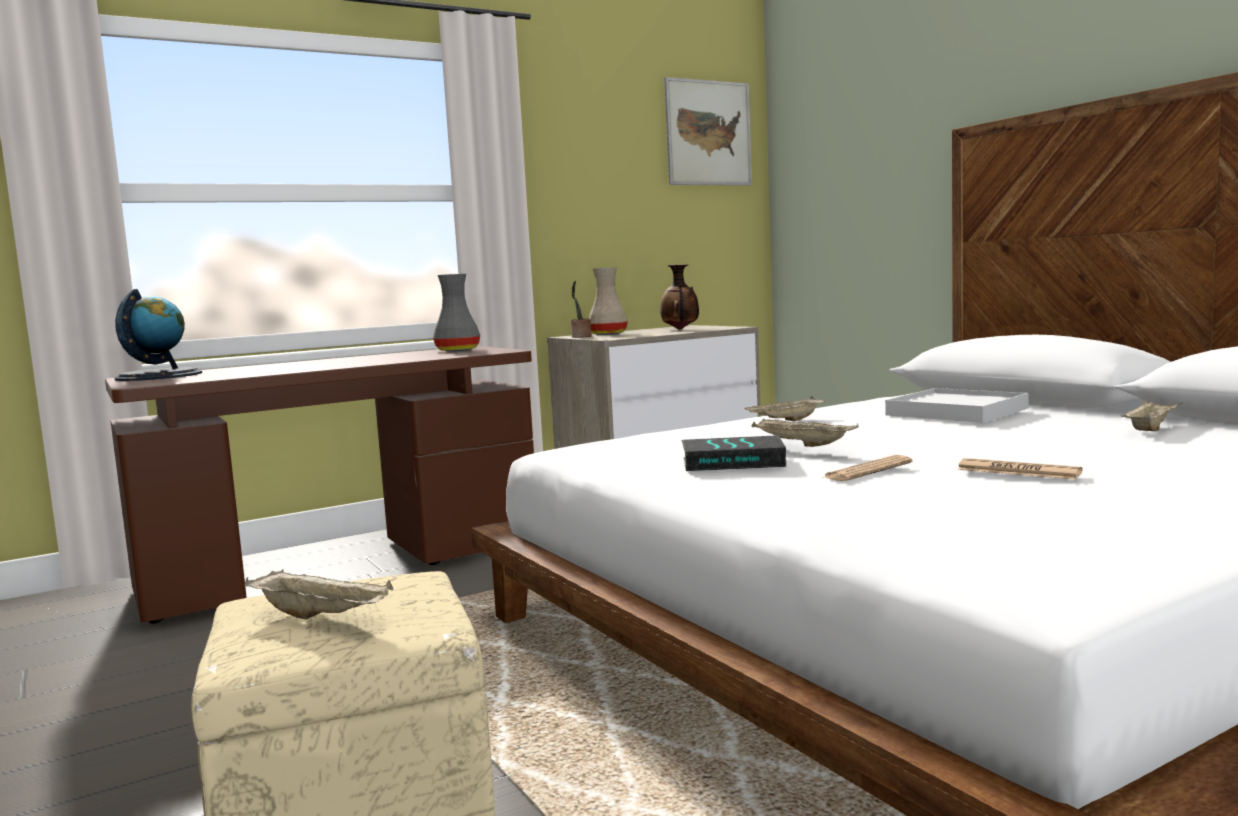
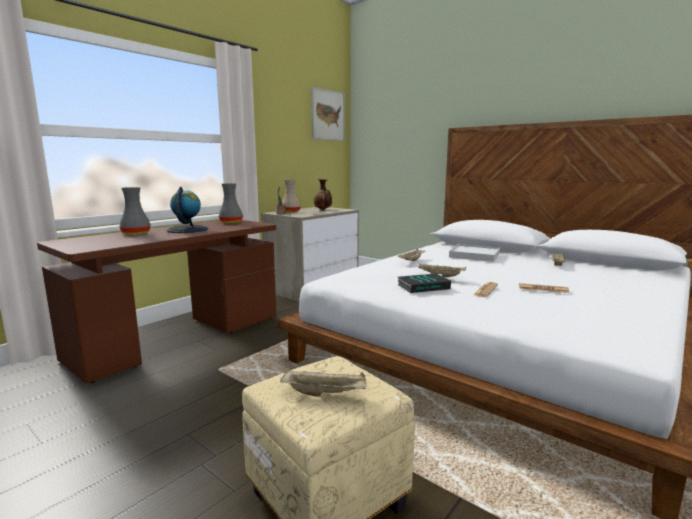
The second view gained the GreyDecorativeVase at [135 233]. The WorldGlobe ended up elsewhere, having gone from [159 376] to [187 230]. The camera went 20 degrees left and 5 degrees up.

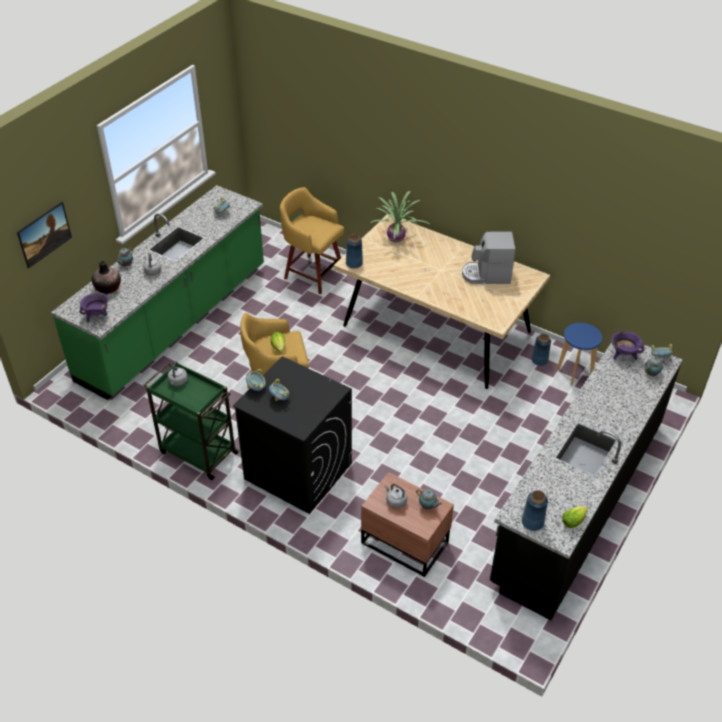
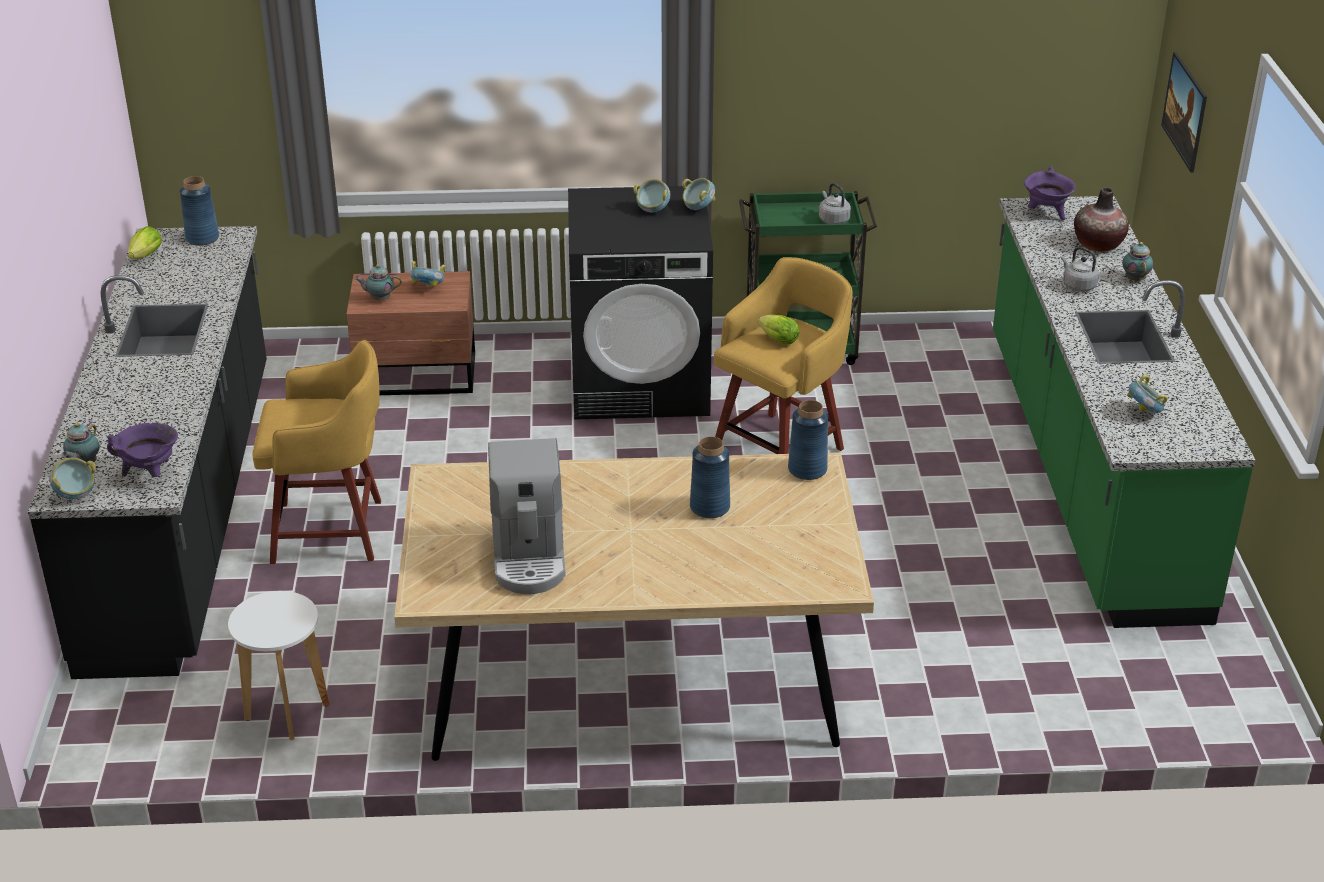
The second view lost the PlantInAPot at [397 239]. The YellowishStoolSeat ended up elsewhere, having gone from [312 273] to [332 532]. The BluishDecorativeVase ended up elsewhere, having gone from [539 360] to [710 507]. Where the GreyKettle stood at [395 501], the ServingBowl came to stand at [428 289]. What was the BluishStoolSeat at [574 373] turned into the WhiteStoolSeat at [287 712]. The CoffeeBrewer at [486 275] ended up facing another way, 120 degrees clockwise from before. The camera went 145 degrees right and 10 degrees down.

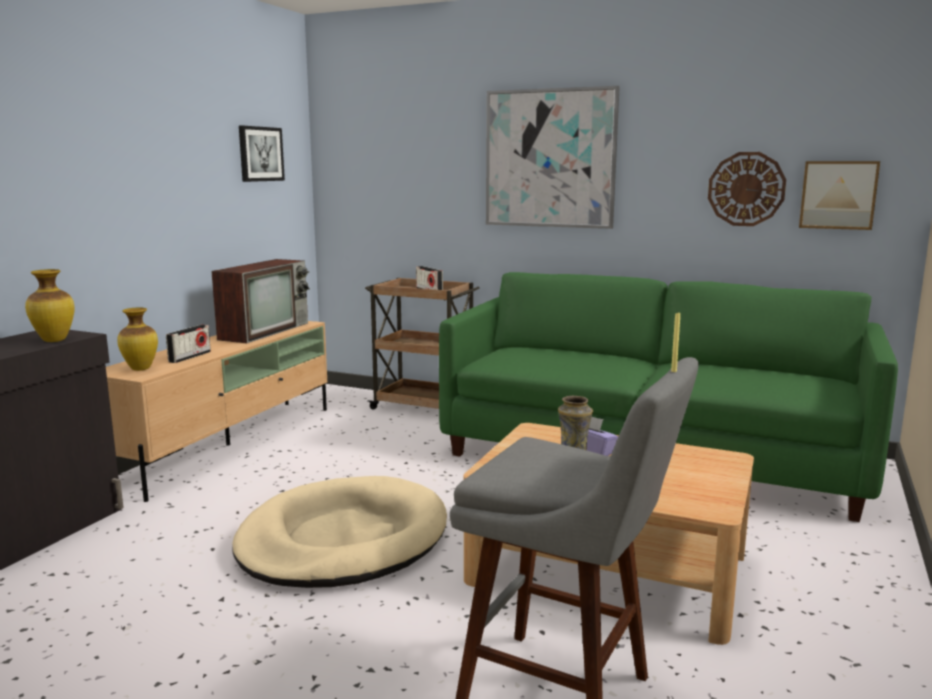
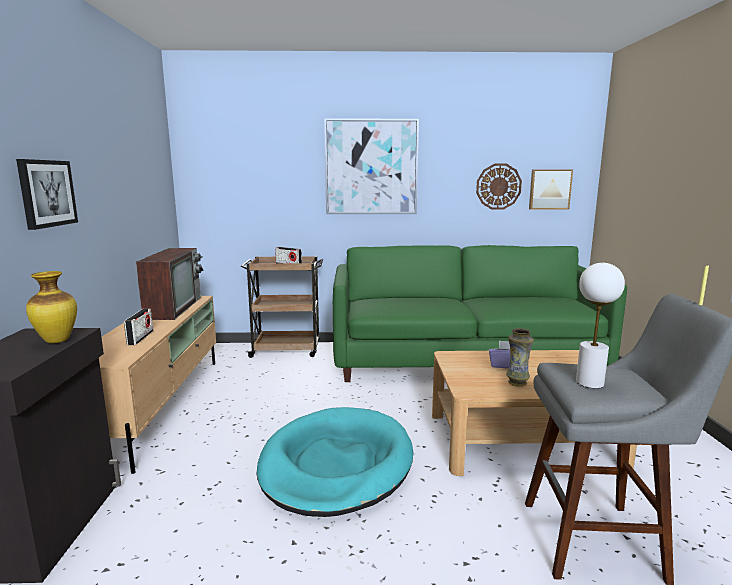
The second view lost the DecorativeVase at [141 369]. The second view gained the WhiteTableLamp at [589 382]. The WallPicture ended up elsewhere, having gone from [260 154] to [46 193]. What was the SandColouredPetBed at [343 540] turned into the TurquoiseColouredPetBed at [336 464]. The camera went 25 degrees left and 0 degrees up.

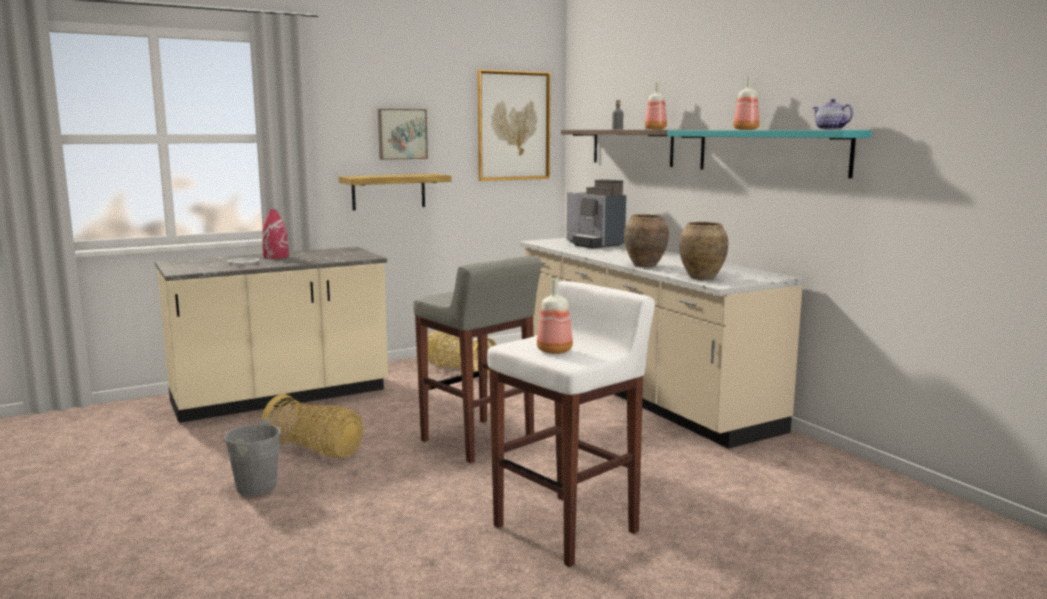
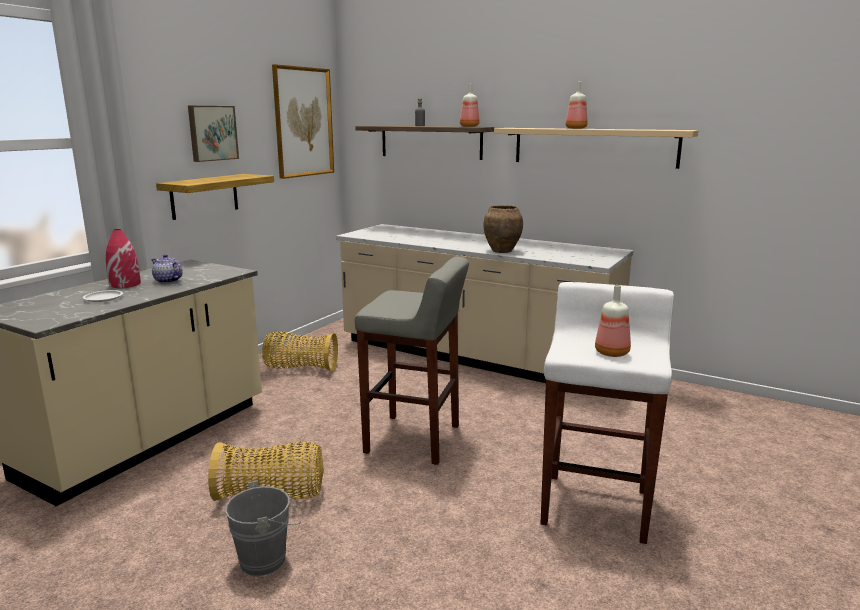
The second view lost the CoffeeBrewer at [594 244]. The second view lost the BrownDecorativeVase at [701 278]. The Teapot ended up elsewhere, having gone from [830 129] to [167 281]. What was the TurquoiseColouredShelf at [770 151] turned into the SandColouredShelf at [594 147]. The camera went 30 degrees left and 5 degrees up.

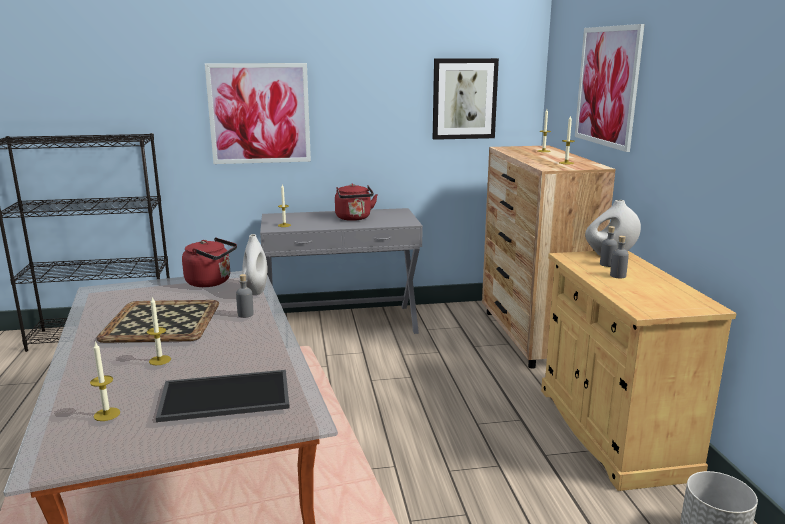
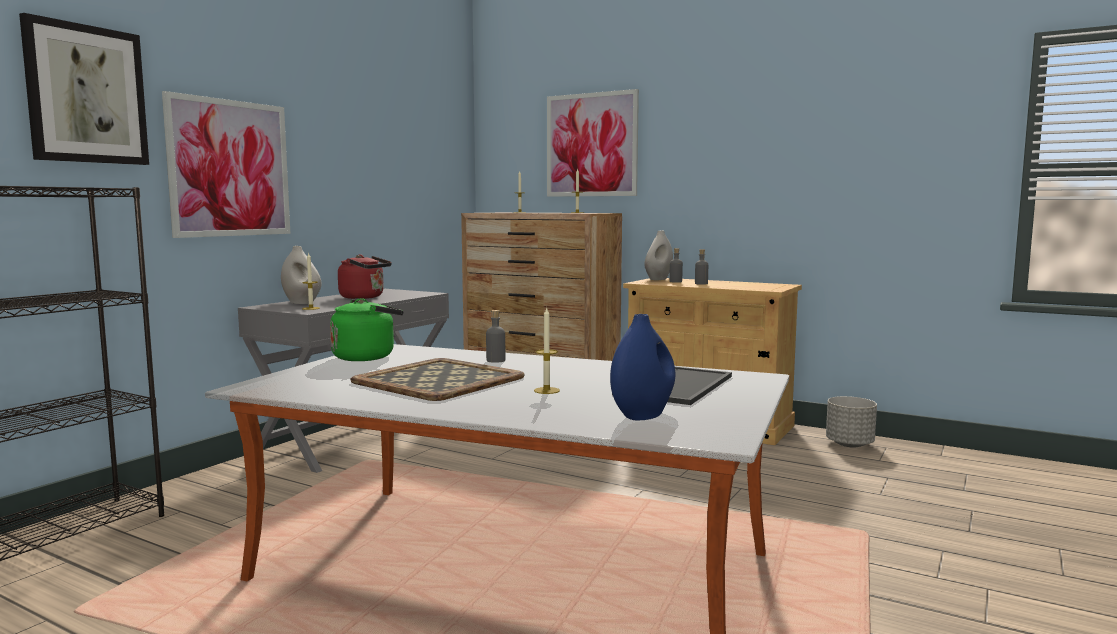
The WhiteDecorativeVase ended up elsewhere, having gone from [256 290] to [302 303]. The WallPicture ended up elsewhere, having gone from [464 99] to [86 94]. Where the WaxLight stood at [107 414], the BluishDecorativeVase came to stand at [643 415]. What was the ReddishKettle at [211 282] turned into the GreenColouredKettle at [367 357]. The camera went 50 degrees left and 10 degrees down.

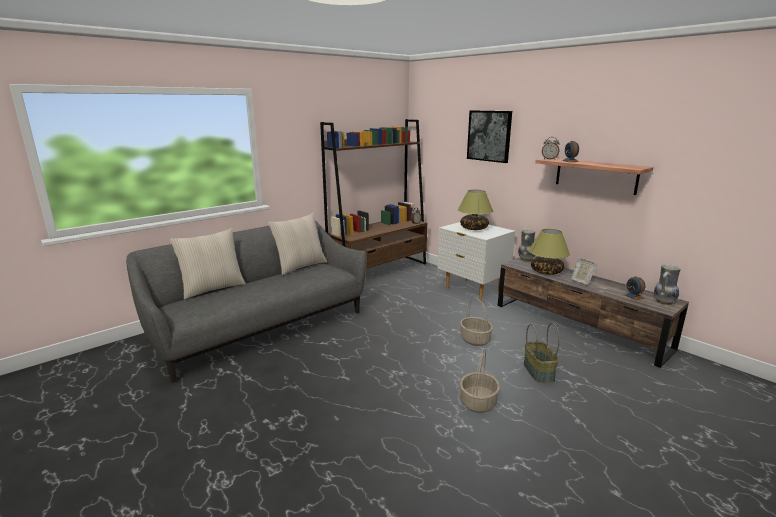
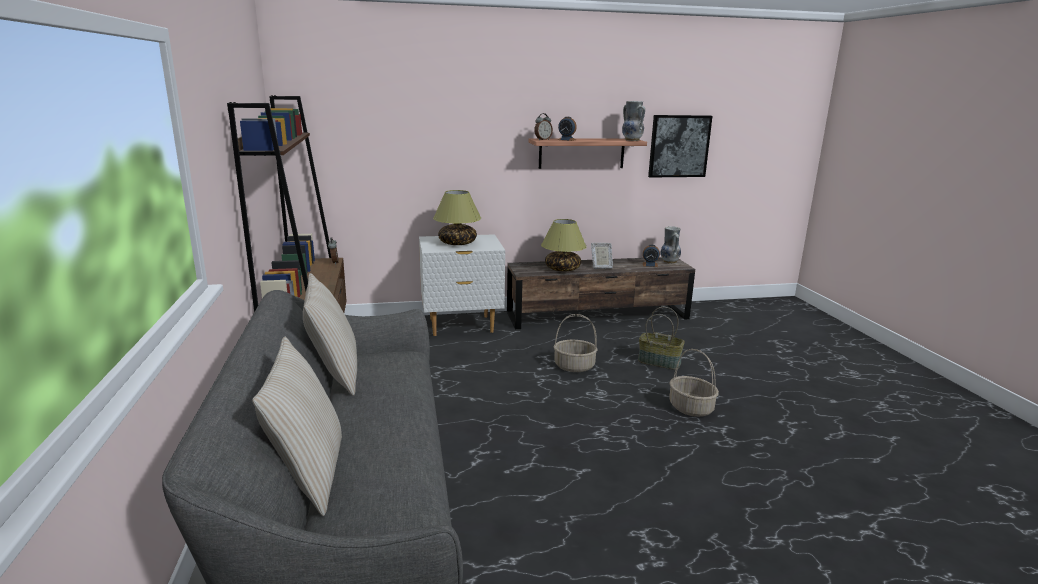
The WallPicture ended up elsewhere, having gone from [489 136] to [679 146]. The DecorativeVase ended up elsewhere, having gone from [525 259] to [631 140]. The camera went 60 degrees left and 0 degrees up.

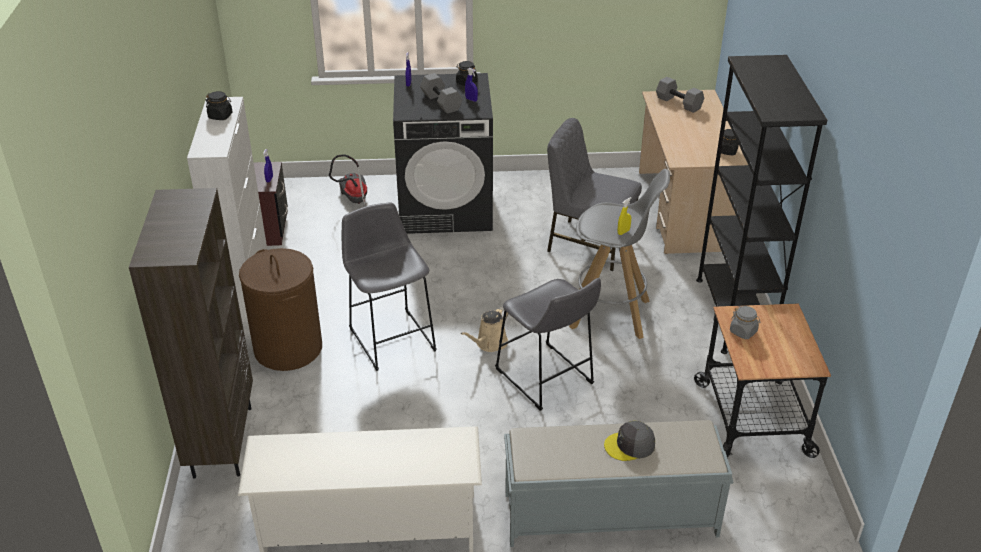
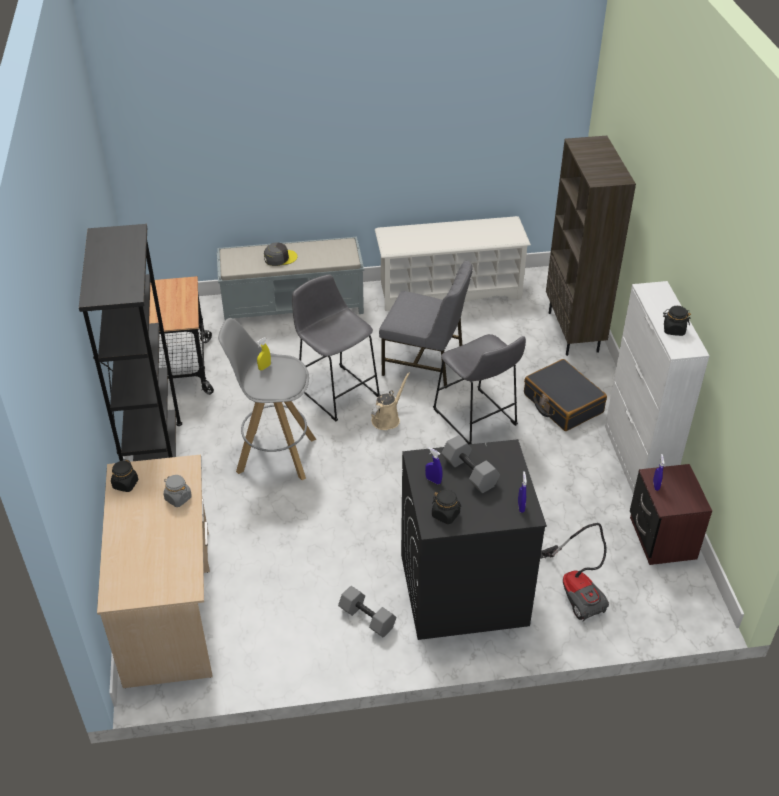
The GreyChair ended up elsewhere, having gone from [589 243] to [424 364]. The GreyHandWeight ended up elsewhere, having gone from [679 103] to [366 619]. The GreyPreserveJar ended up elsewhere, having gone from [743 332] to [178 498]. Where the BrownLaundryBasket stood at [287 348], the BlackishTravelCase came to stand at [562 403]. The camera went 175 degrees right and 5 degrees up.

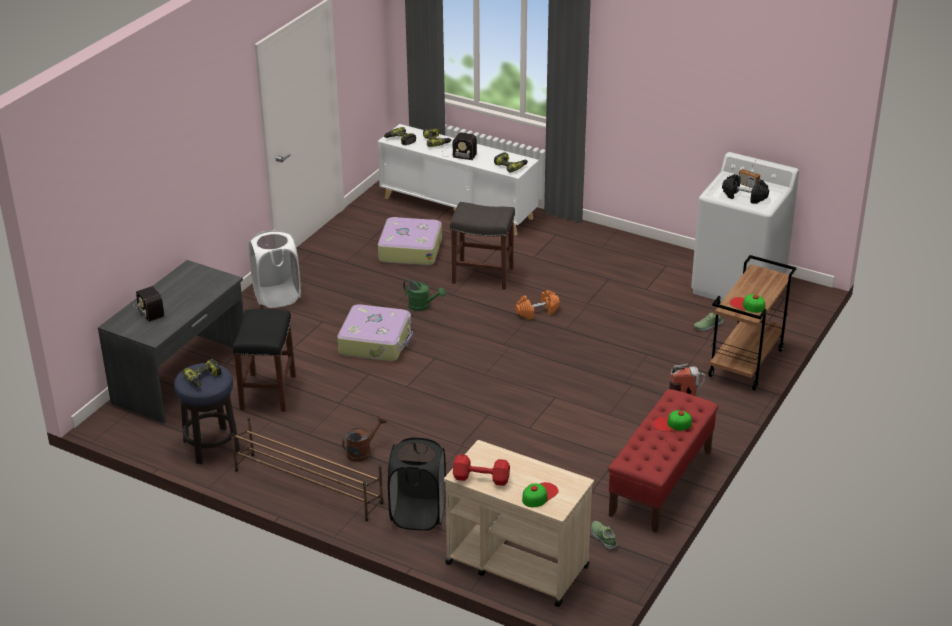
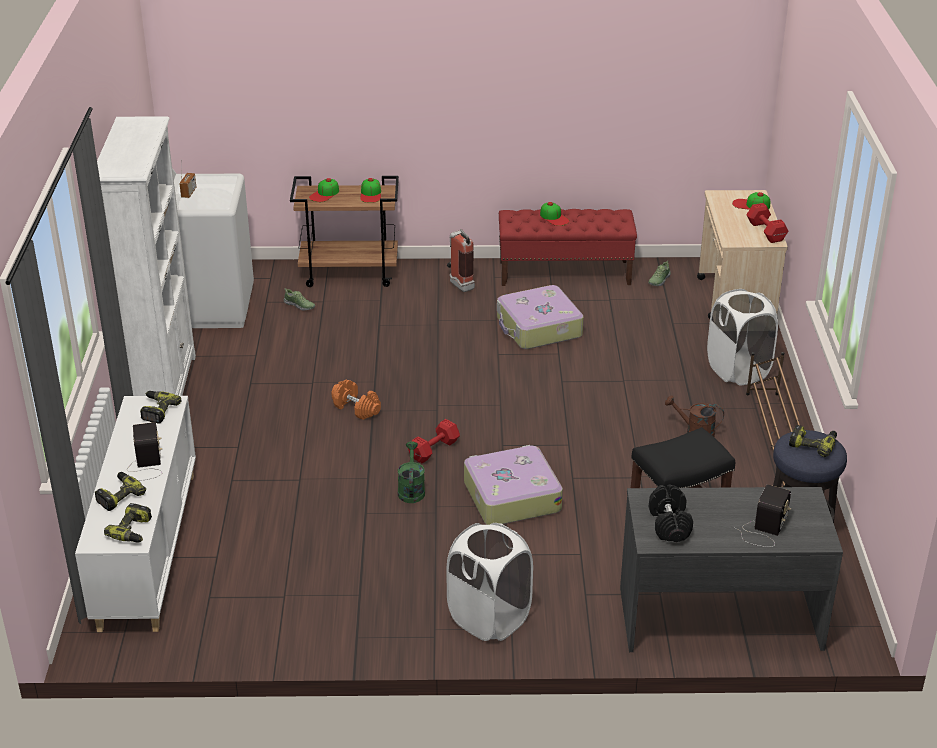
The second view lost the GreyStoolSeat at [482 275]. The second view gained the WhiteBookshelf at [164 389]. The second view gained the PeakedCap at [324 194]. The second view gained the ReddishHandWeight at [435 449]. The TravelCase ended up elsewhere, having gone from [410 249] to [538 328]. The BlackishHandWeight ended up elsewhere, having gone from [744 197] to [669 524]. What was the BlackishLaundryBasket at [418 515] turned into the WhiteLaundryBasket at [738 370]. The camera went 120 degrees left and 0 degrees up.

